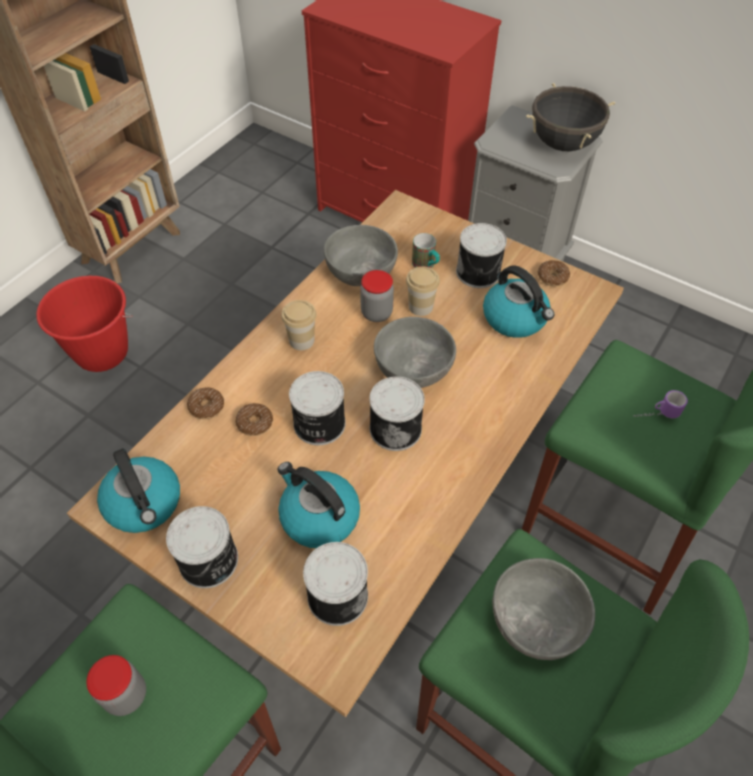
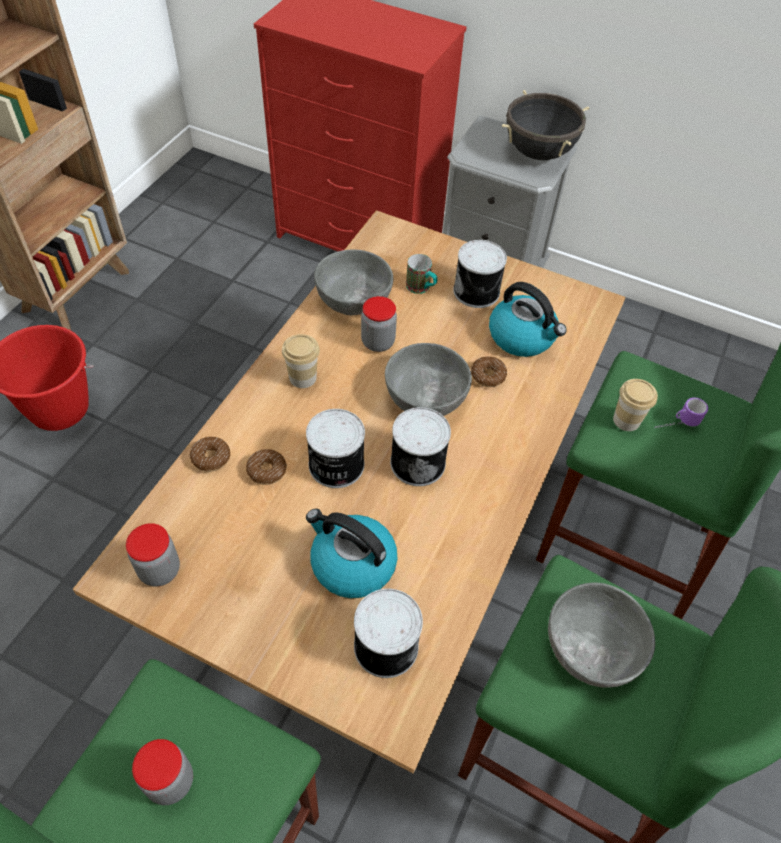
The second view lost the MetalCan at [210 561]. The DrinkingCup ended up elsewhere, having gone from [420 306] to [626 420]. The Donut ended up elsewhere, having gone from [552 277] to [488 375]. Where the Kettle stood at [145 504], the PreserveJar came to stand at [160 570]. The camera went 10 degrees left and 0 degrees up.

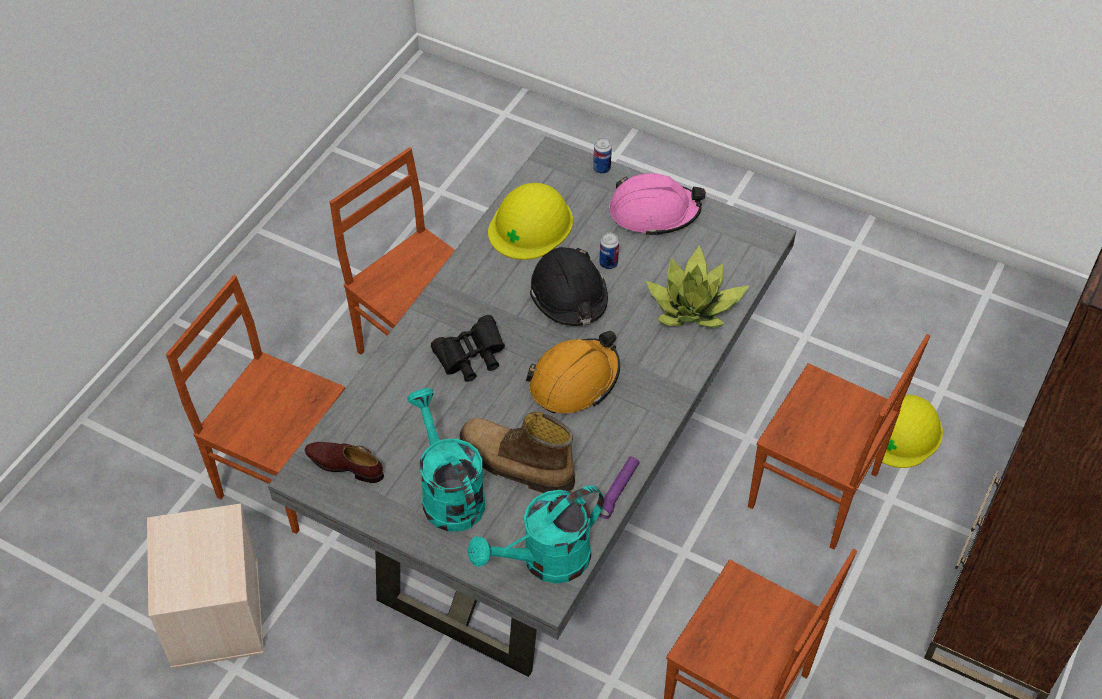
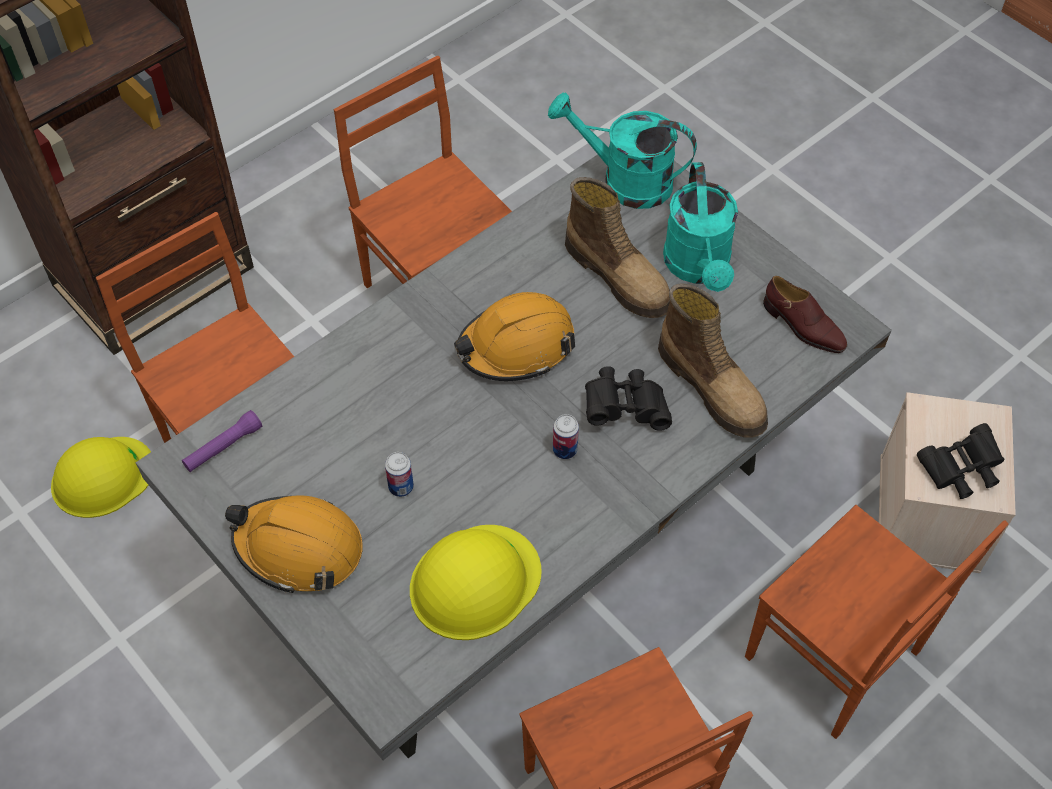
The second view lost the BlackishSafetyHelmet at [569 296]. The second view lost the PlantInAPot at [694 307]. The second view gained the TallBoot at [713 387]. The second view gained the BlackishBinoculars at [960 471]. The MetalCan ended up elsewhere, having gone from [601 169] to [565 450]. The PurpleFlashlight ended up elsewhere, having gone from [617 491] to [223 447]. What was the PinkSafetyHelmet at [654 212] turned into the OrangeColouredSafetyHelmet at [299 548]. The TurquoiseColouredWateringPot at [545 562] ended up facing another way, 150 degrees counterclockwise from before. The camera went 160 degrees left and 5 degrees up.

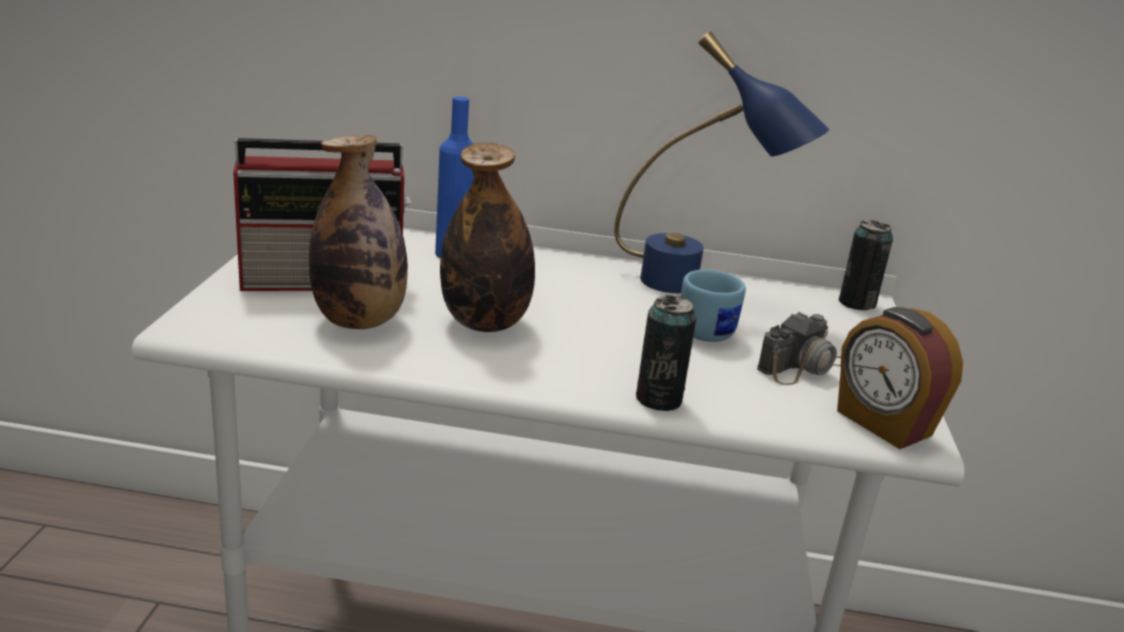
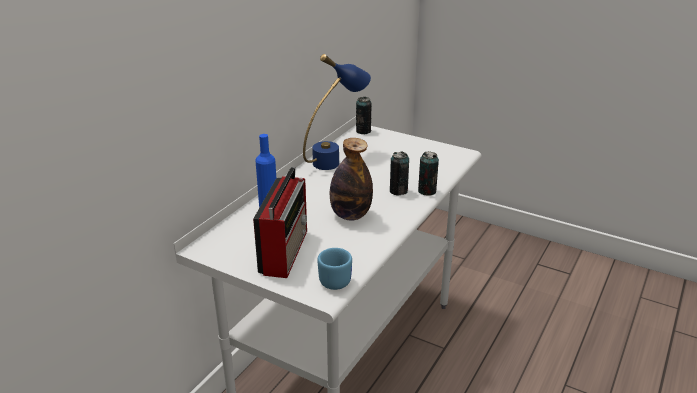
The second view lost the DrinkBottle at [359 321]. The second view lost the PhotoCamera at [806 366]. The second view lost the AlarmClock at [882 424]. The second view gained the MetalCan at [398 191]. The BluishTeaMug ended up elsewhere, having gone from [712 331] to [333 279]. The camera went 65 degrees left and 5 degrees up.

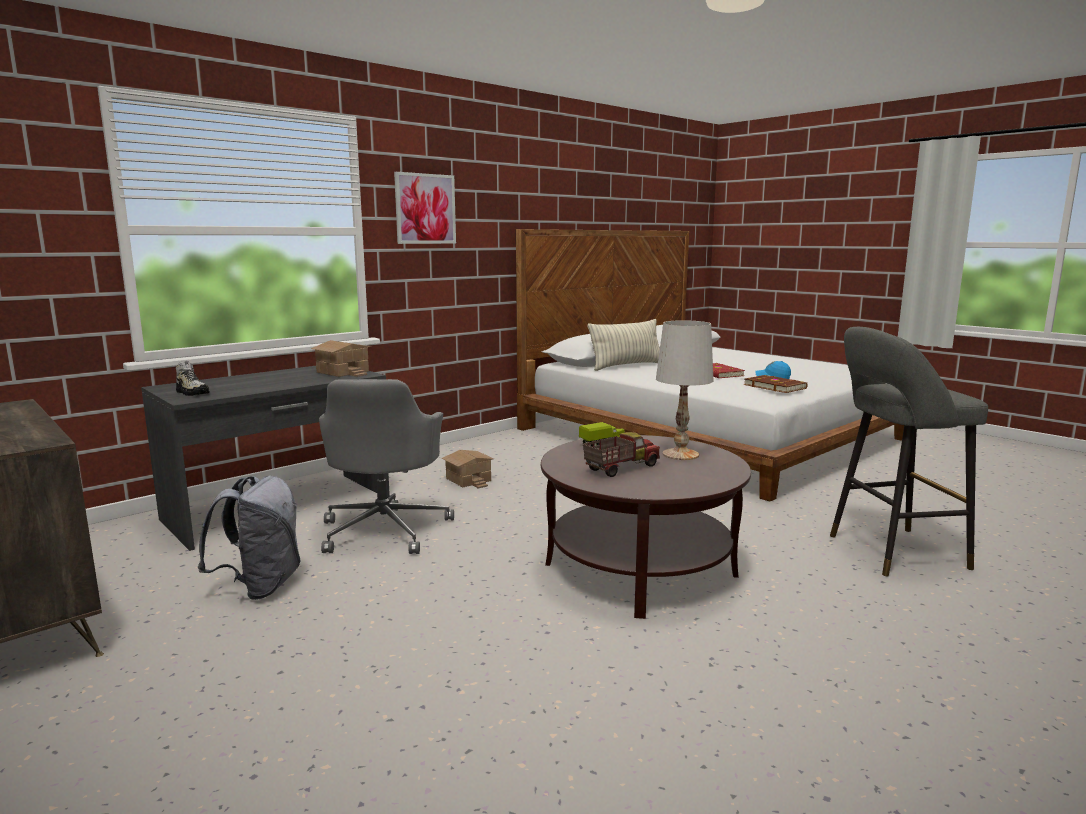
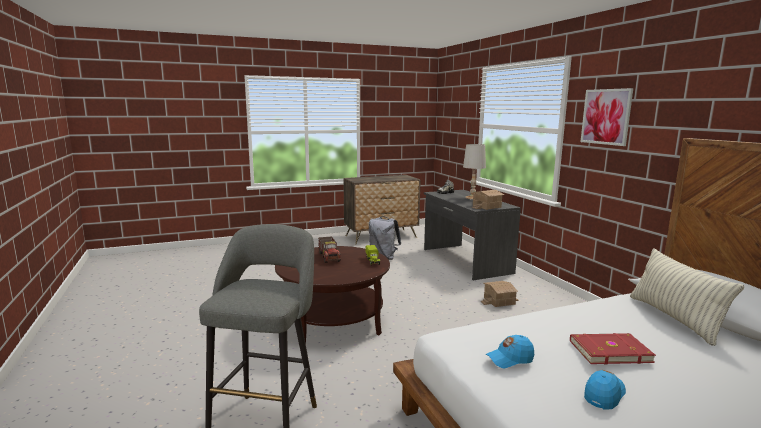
The second view lost the GreyComputerChair at [385 529]. The WhiteTableLamp ended up elsewhere, having gone from [680 454] to [472 197]. Where the BrownBoundBook stood at [775 386], the BluishPeakedCap came to stand at [509 359]. The camera went 110 degrees right and 0 degrees up.

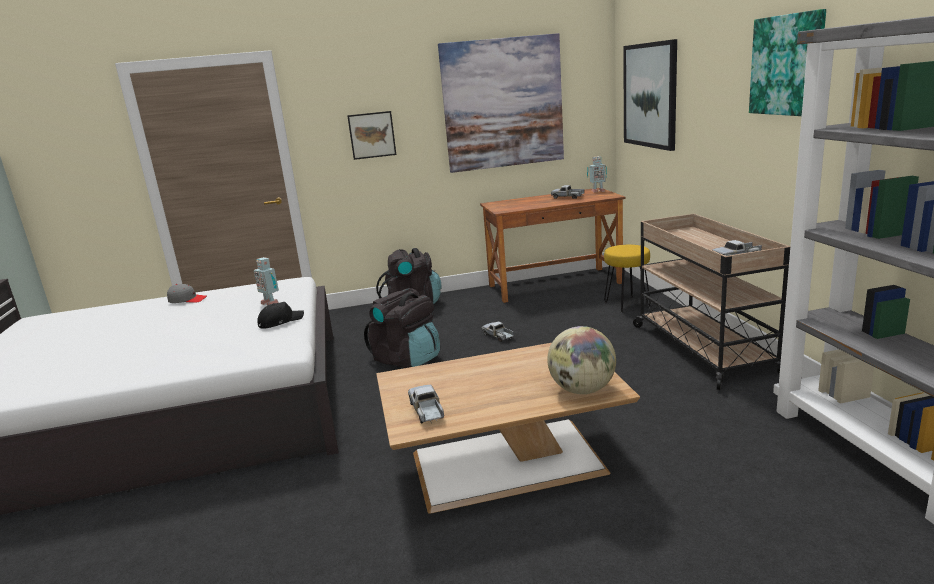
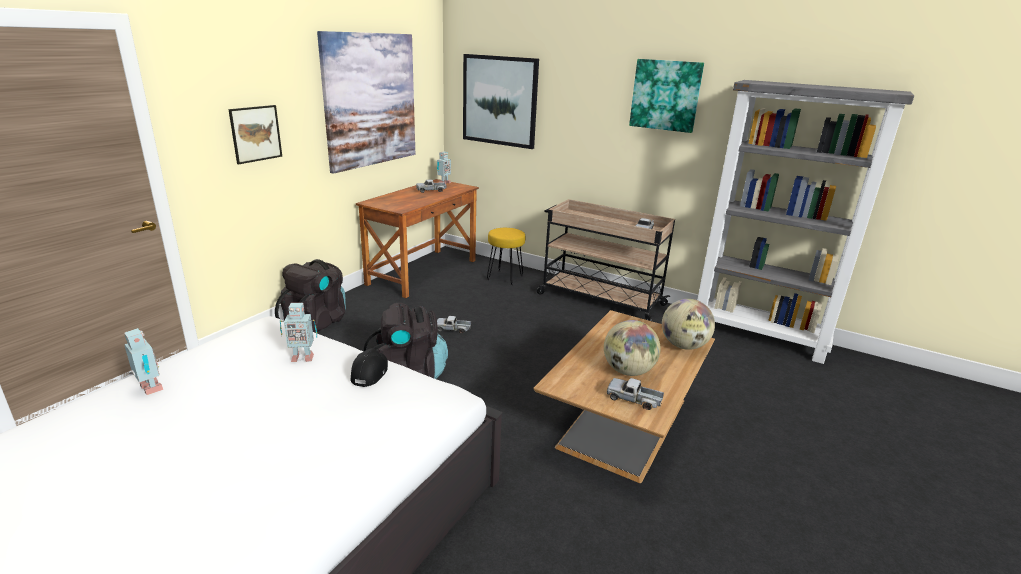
The second view gained the WorldGlobe at [628 371]. Where the GreyPeakedCap stood at [187 300], the ModelRobot came to stand at [149 389]. The camera went 50 degrees left and 5 degrees up.

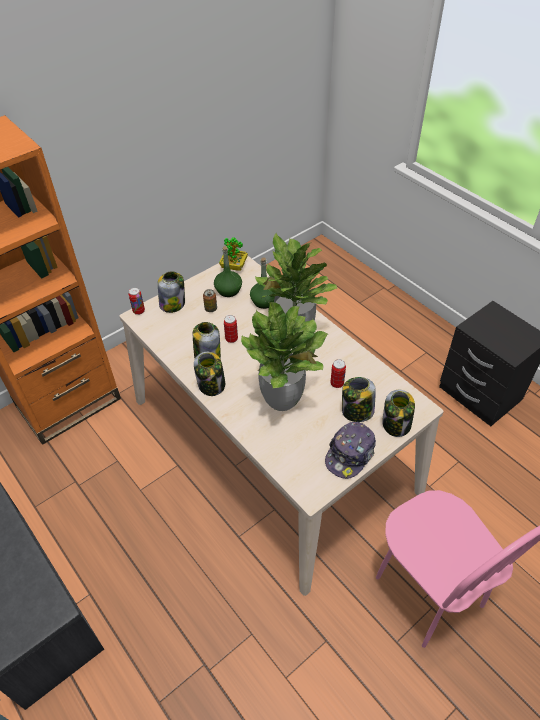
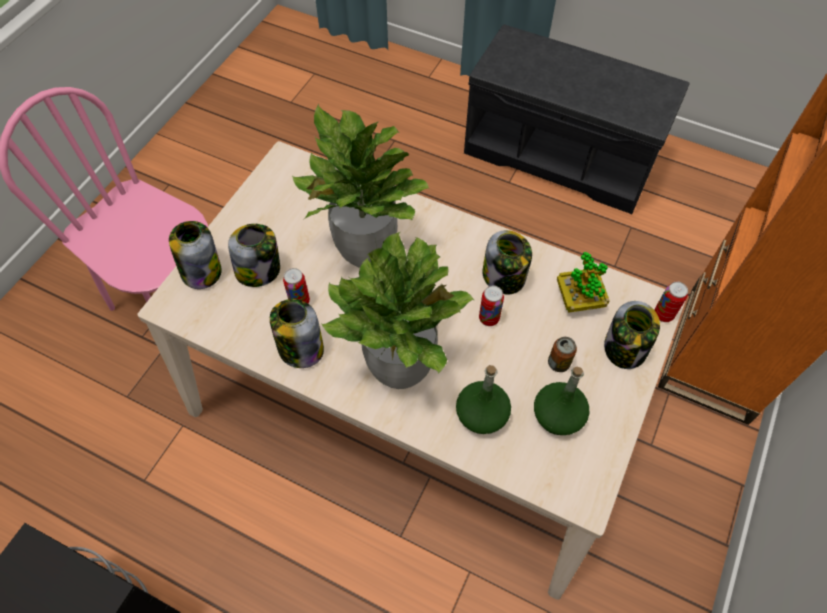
The second view lost the PeakedCap at [350 454]. The PreserveJar ended up elsewhere, having gone from [211 385] to [300 348]. The PlantInAPot ended up elsewhere, having gone from [234 266] to [579 299]. The camera went 155 degrees right and 10 degrees up.

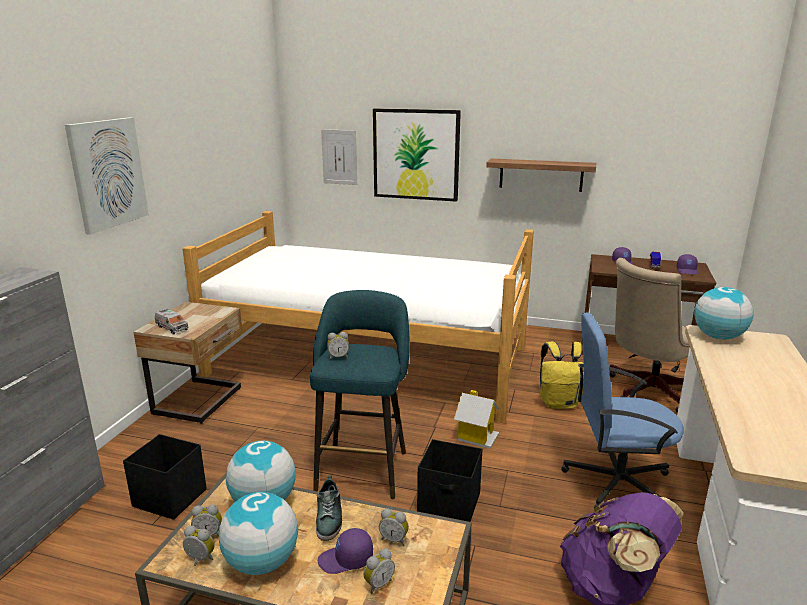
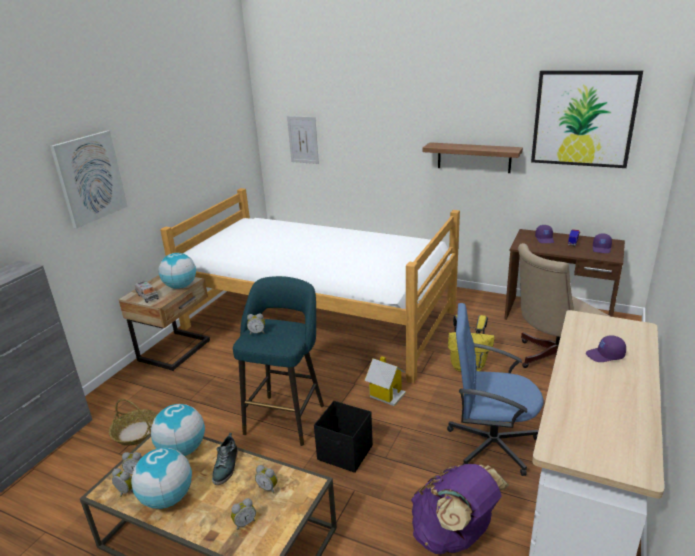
The PurplePeakedCap ended up elsewhere, having gone from [346 560] to [605 355]. The WallPicture ended up elsewhere, having gone from [416 154] to [583 119]. The WorldGlobe ended up elsewhere, having gone from [718 337] to [180 286]. Where the BlackishStorageBin stood at [169 497], the StorageBasket came to stand at [136 433]. The camera went 10 degrees right and 5 degrees up.

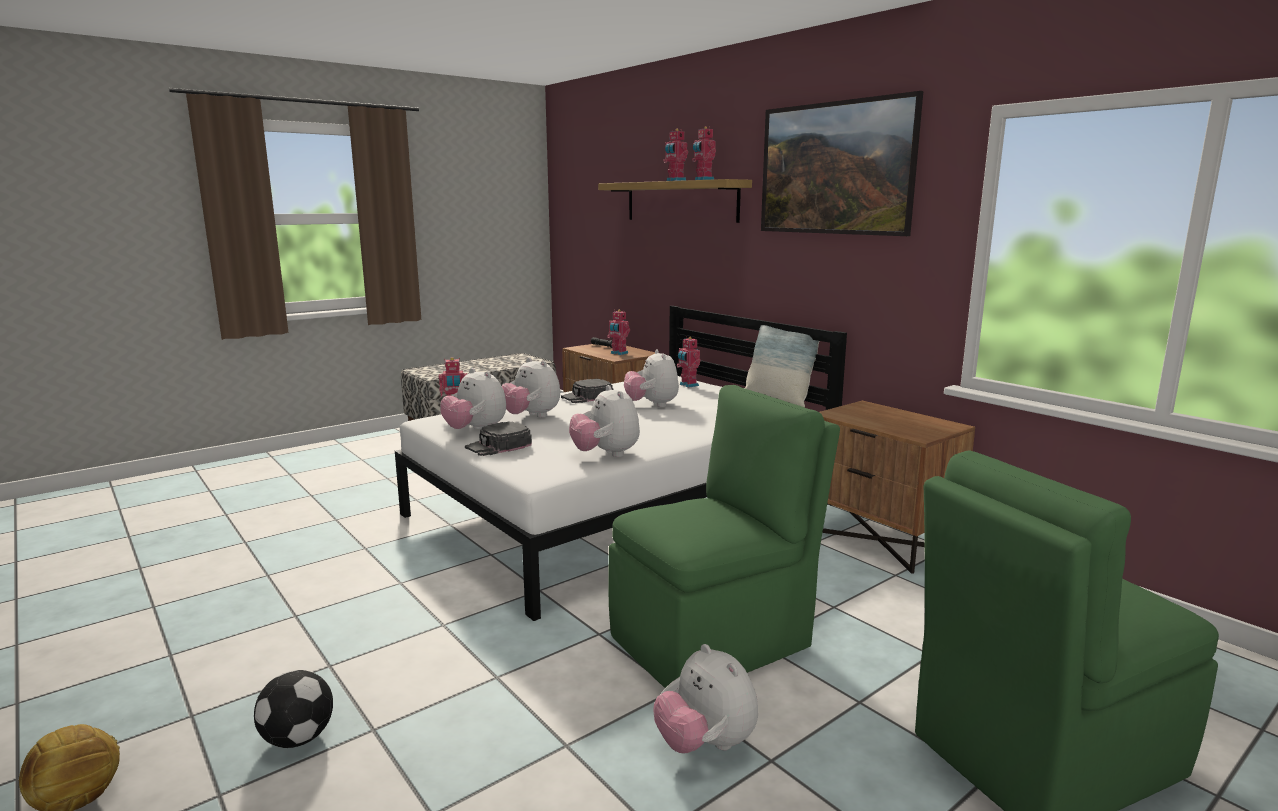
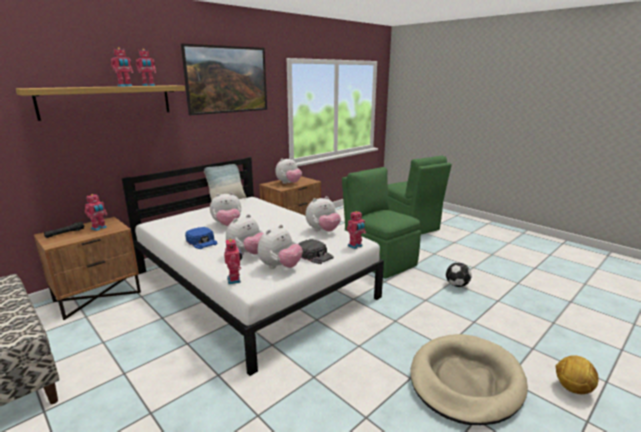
The second view gained the SandColouredPetBed at [465 381]. The Football ended up elsewhere, having gone from [298 739] to [457 285]. The CuddlyToy ended up elsewhere, having gone from [705 744] to [289 183]. The ModelRobot ended up elsewhere, having gone from [688 385] to [355 246]. What was the BlackishPeakedCap at [587 397] turned into the BluishPeakedCap at [202 241]. The camera went 95 degrees left and 5 degrees up.

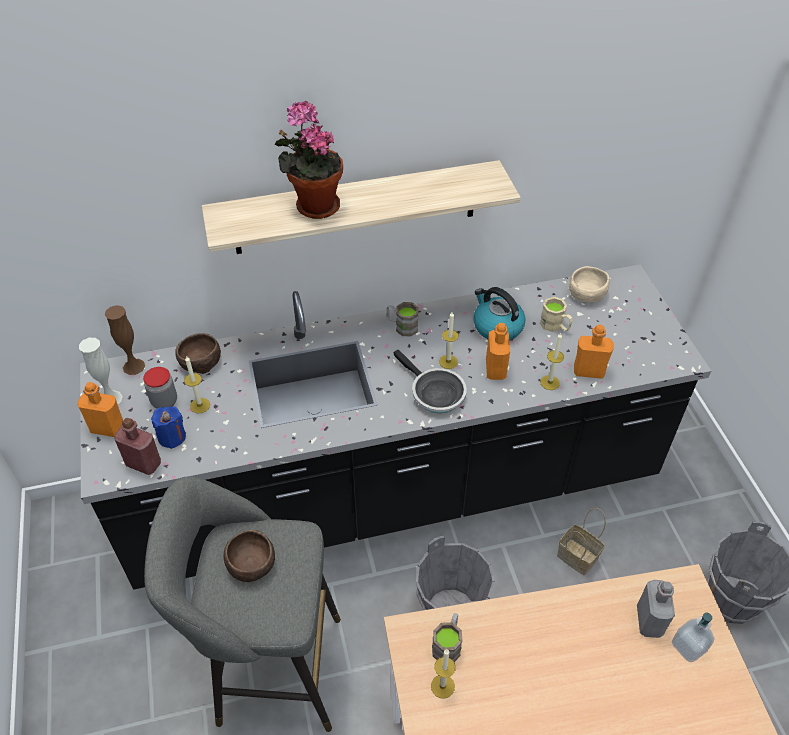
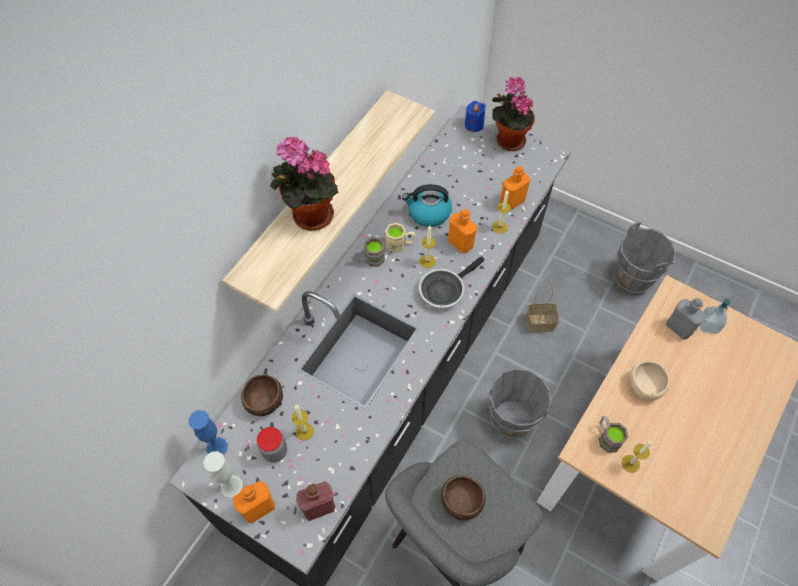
The second view gained the PlantInAPot at [508 140]. The BluishWaxLight ended up elsewhere, having gone from [172 437] to [474 125]. The SandColouredTeaMug ended up elsewhere, having gone from [555 326] to [400 244]. The SandColouredServingBowl ended up elsewhere, having gone from [585 294] to [644 387]. What was the BrownDecorativeVase at [134 366] turned into the BluishDecorativeVase at [217 447]. The Skillet at [434 393] ended up facing another way, 135 degrees clockwise from before. The camera went 45 degrees left and 10 degrees up.

